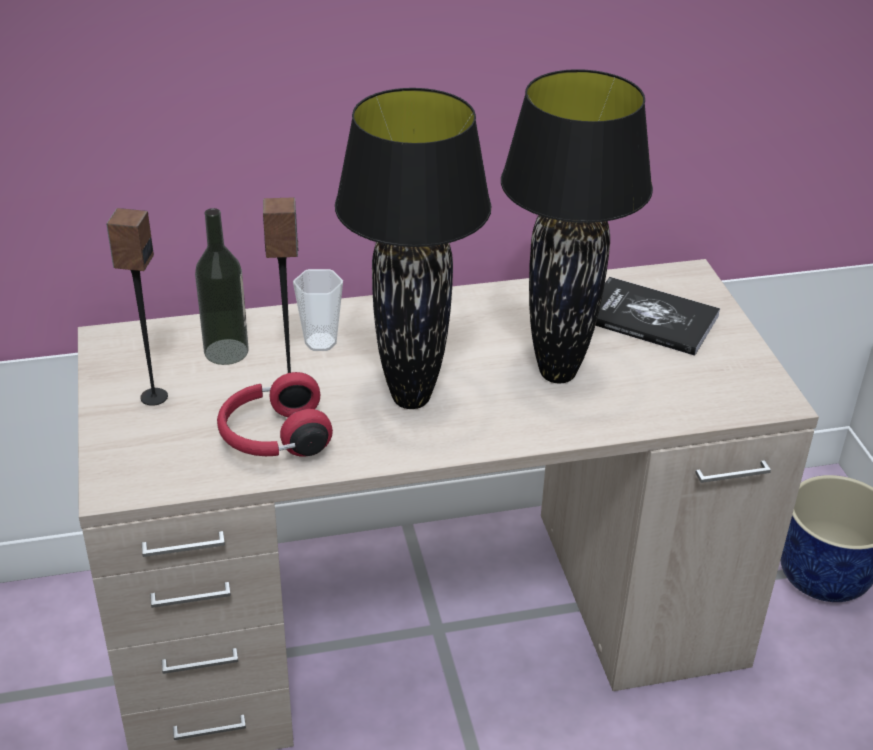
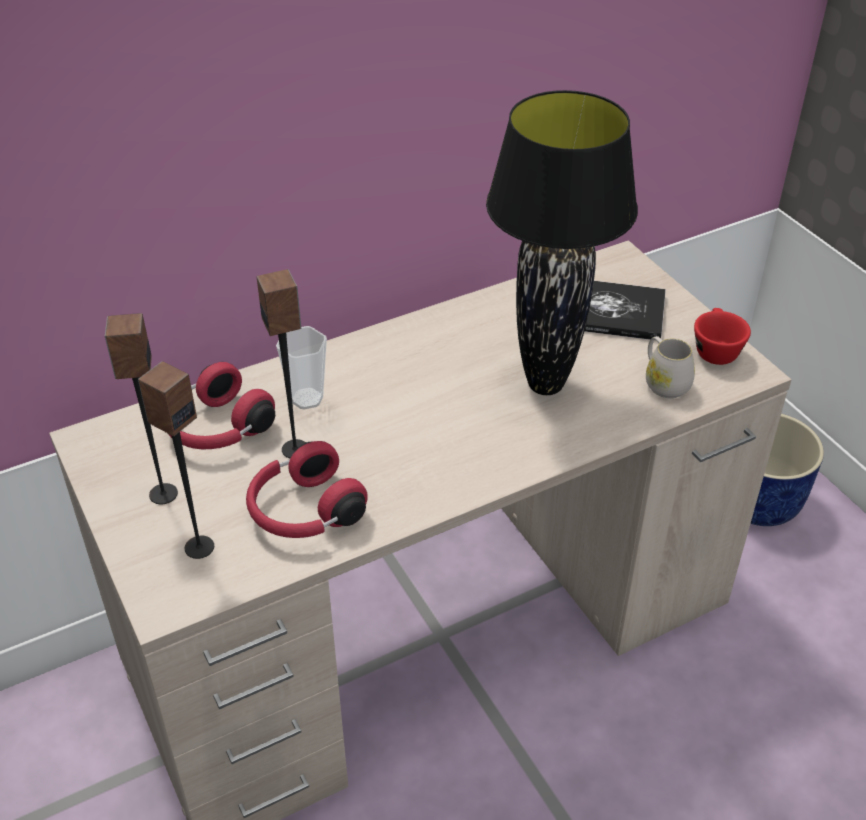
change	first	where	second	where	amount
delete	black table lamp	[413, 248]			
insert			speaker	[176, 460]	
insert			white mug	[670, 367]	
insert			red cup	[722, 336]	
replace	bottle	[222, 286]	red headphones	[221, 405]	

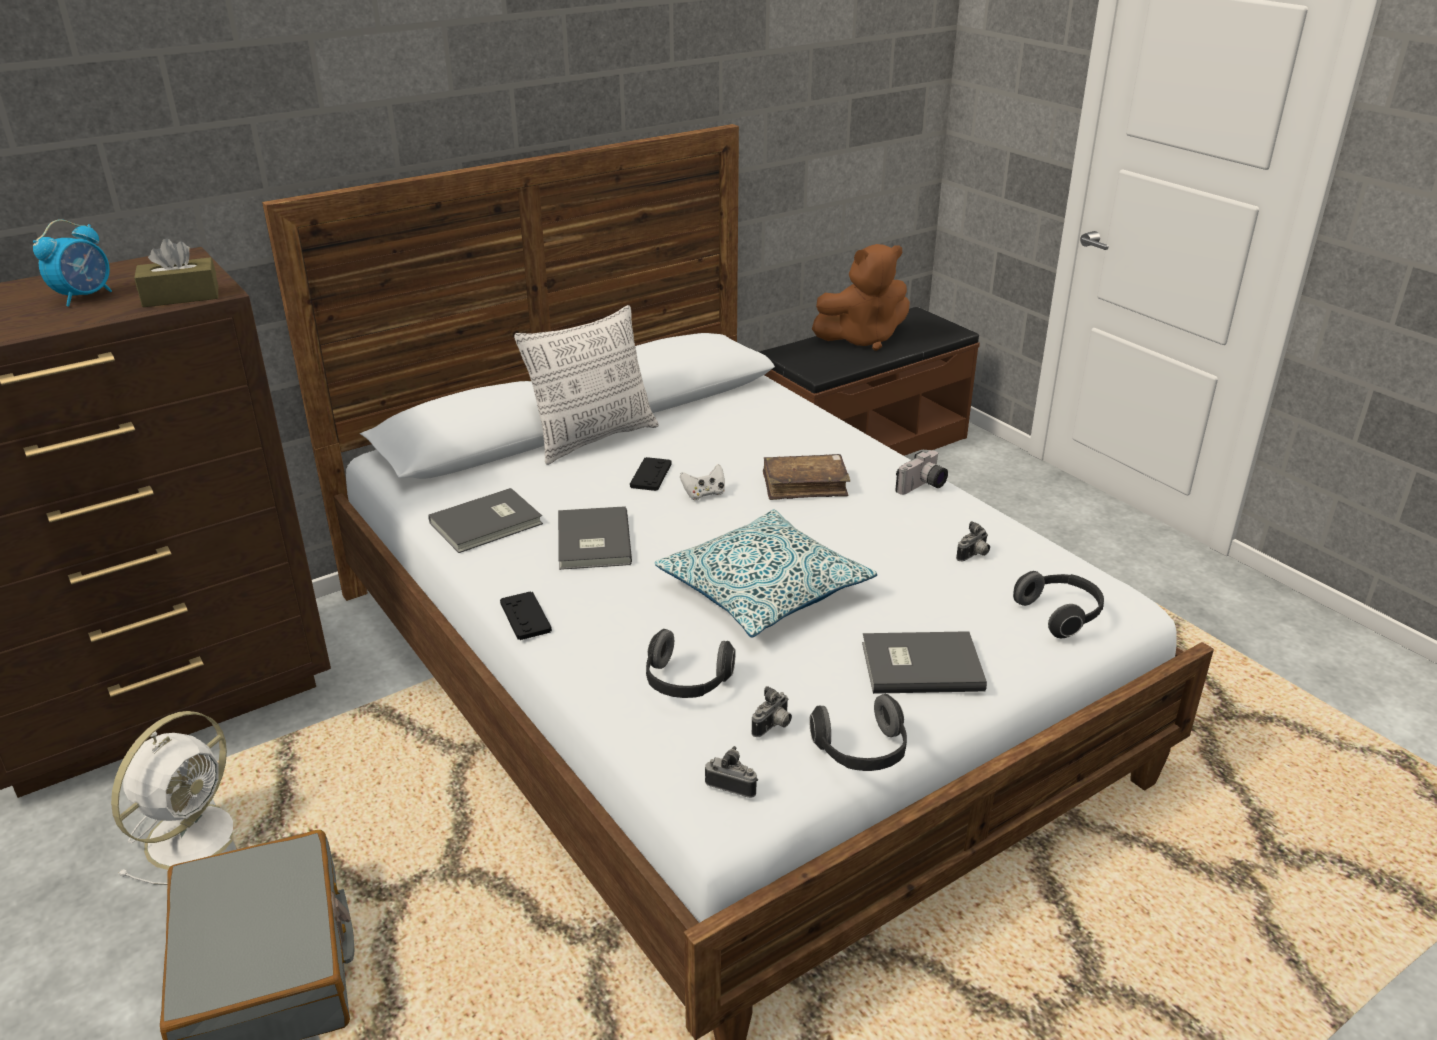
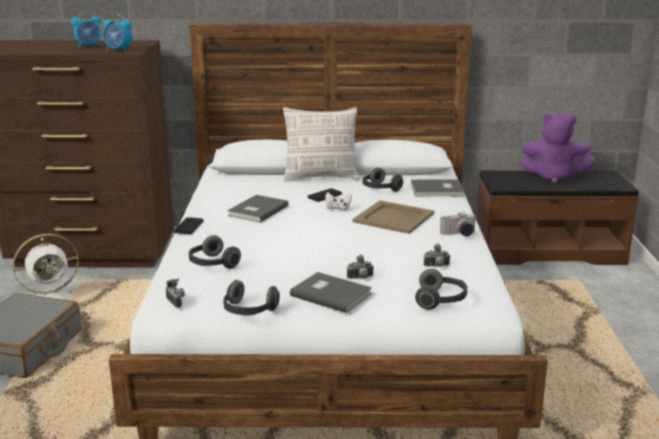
change	first	where	second	where	amount
delete	pillow	[765, 573]			
insert			headphones	[383, 179]	
move	grey book	[485, 520]		[437, 187]	
move	photo camera	[772, 711]		[360, 267]	
replace	brown tissue box	[176, 272]	alarm clock	[117, 33]	
replace	brown book	[806, 477]	beige tray	[393, 217]	
recolor	brown plush toy	[861, 297]	purple plush toy	[558, 148]	

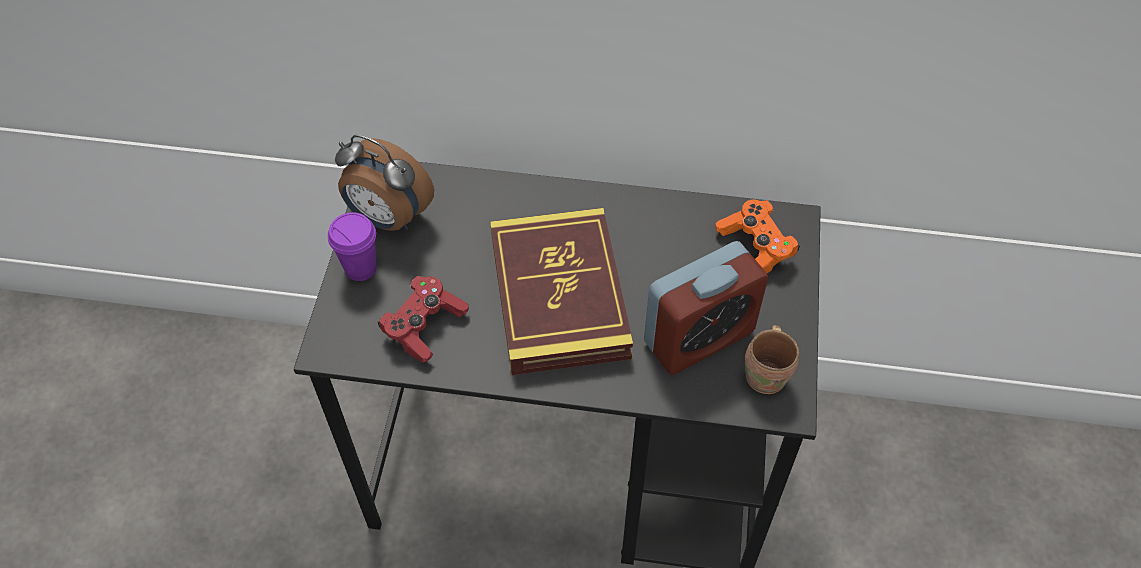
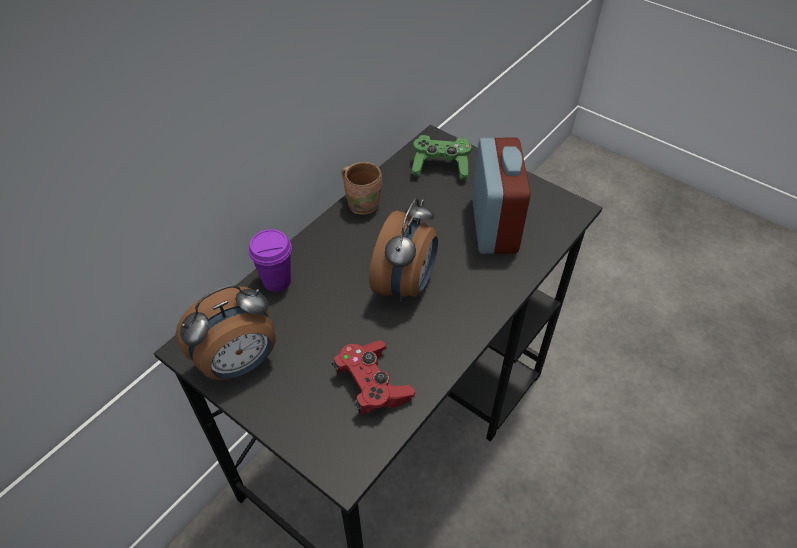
change	first	where	second	where	amount
move	purple cup	[352, 246]		[270, 260]	
move	brown mug	[772, 359]		[361, 188]	
replace	book	[561, 291]	alarm clock	[403, 250]	
recolor	orange game controller	[757, 236]	green game controller	[441, 157]	

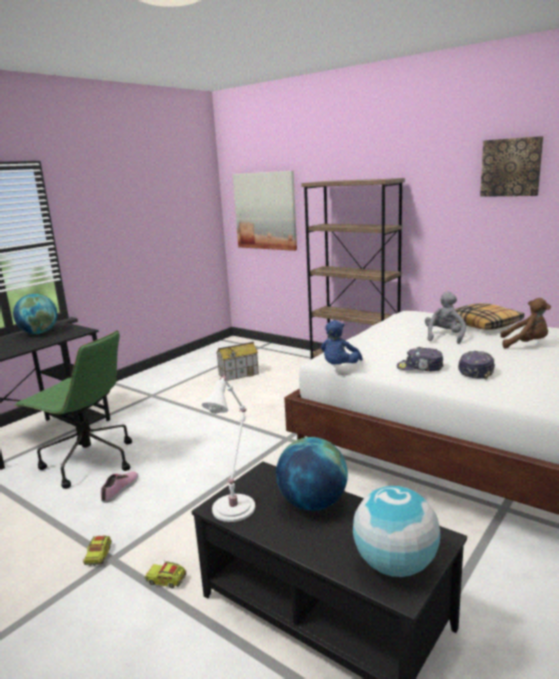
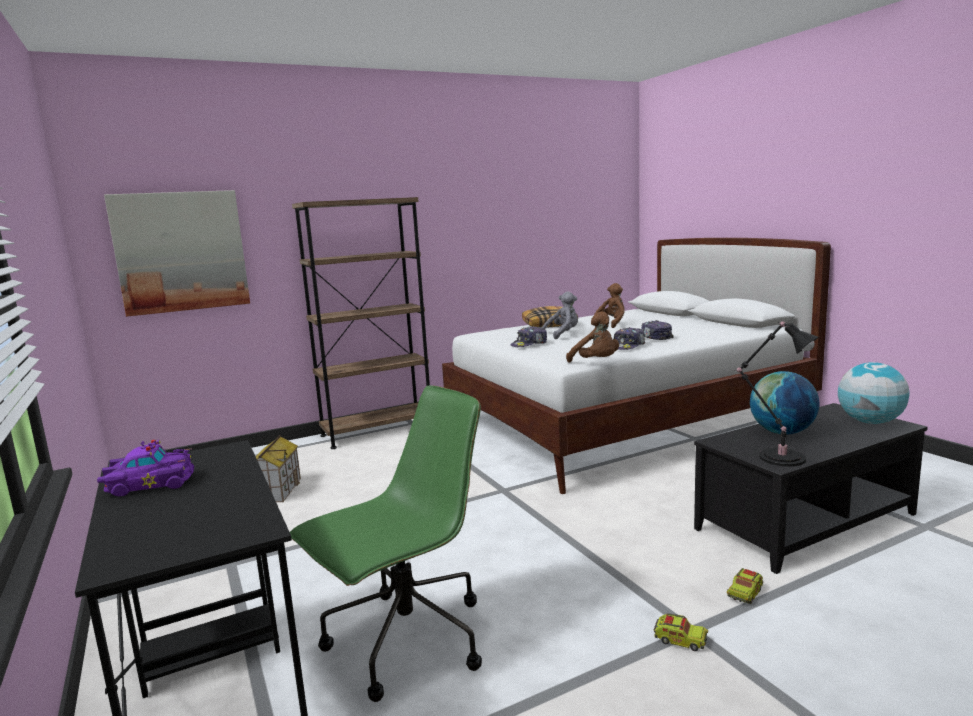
change	first	where	second	where	amount
delete	shoe	[119, 487]			
delete	picture	[511, 166]			
insert			cap	[528, 336]	
replace	globe	[35, 314]	purple toy car	[145, 468]	
recolor	white table lamp	[228, 448]	black table lamp	[776, 394]	
recolor	blue plush toy	[342, 342]	brown plush toy	[592, 337]	
rotate	grey plush toy	[445, 317]		[559, 315]	105 degrees clockwise

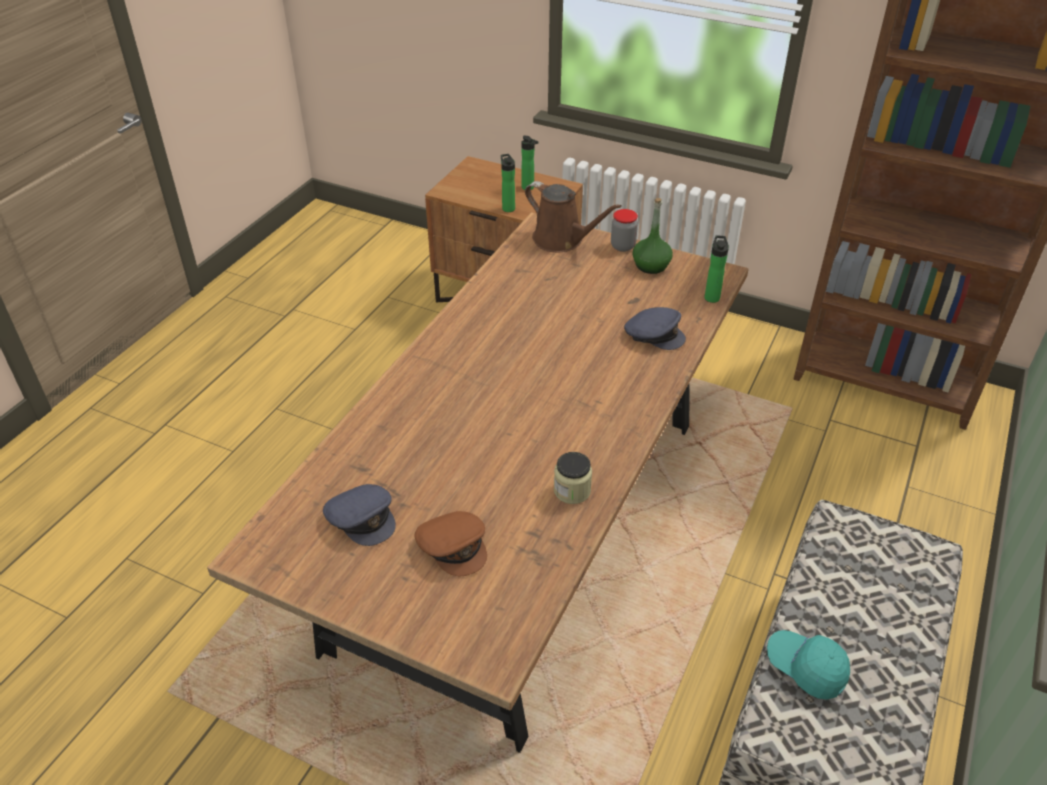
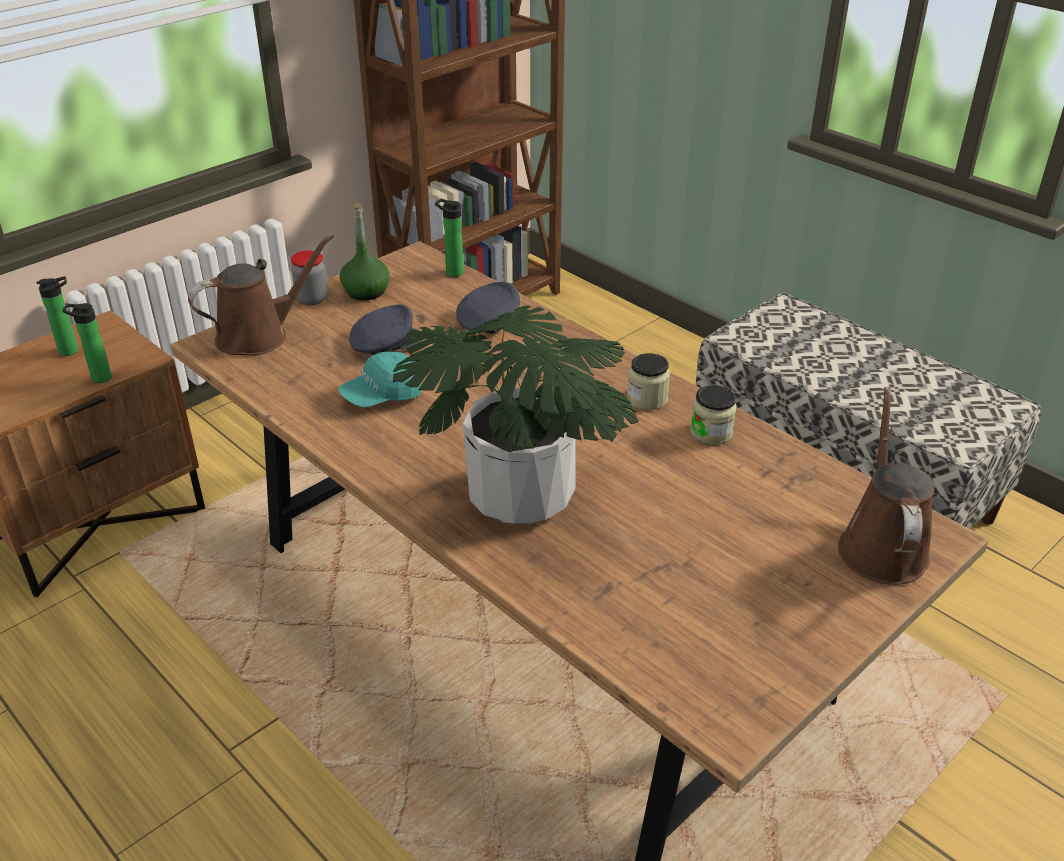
change	first	where	second	where	amount
delete	brown cap	[450, 543]			
insert			potted plant	[516, 415]	
insert			jar	[648, 381]	
insert			brown watering can	[886, 486]	
move	grey cap	[359, 515]		[386, 330]	
move	turquoise cap	[808, 665]		[380, 379]	

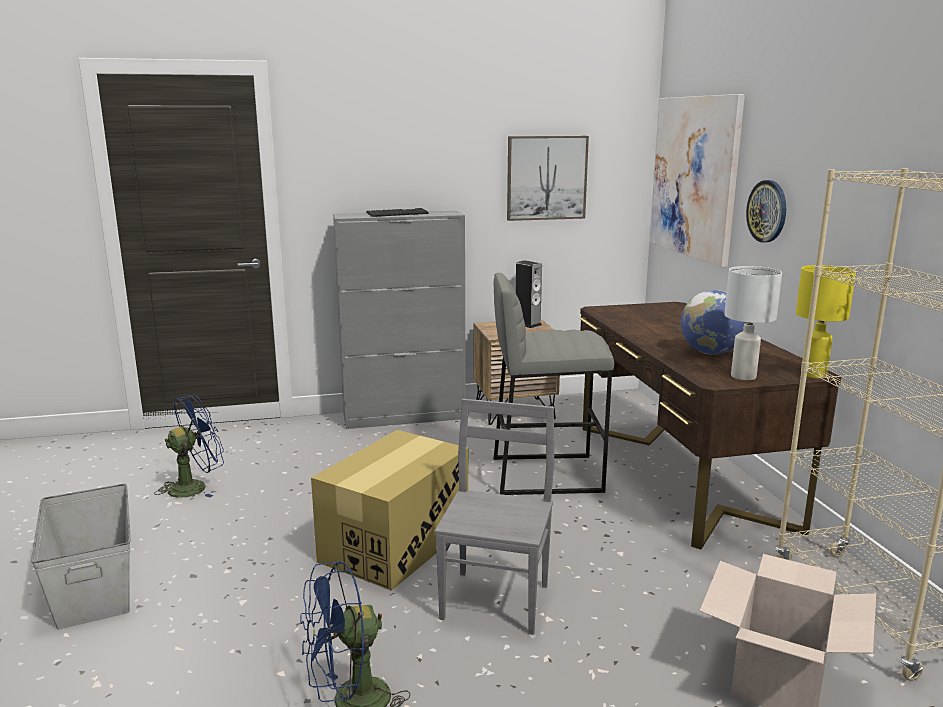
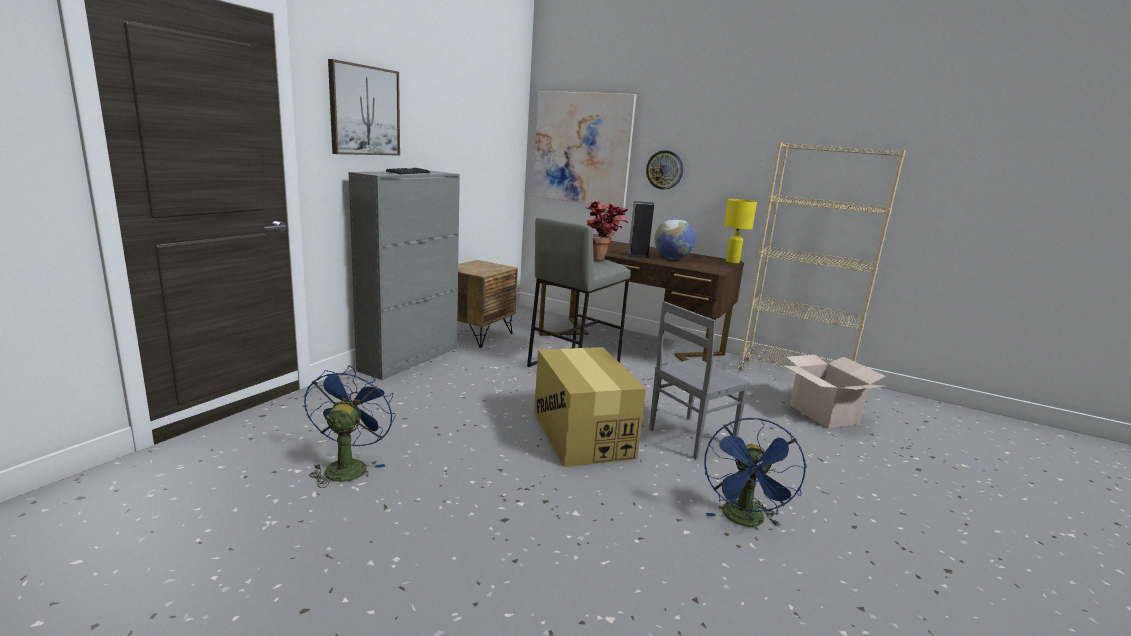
change	first	where	second	where	amount
delete	grey storage box	[81, 557]			
delete	white table lamp	[753, 323]			
insert			potted plant	[607, 231]	
move	picture	[548, 178]		[364, 107]	
move	speaker	[529, 294]		[640, 229]	
rotate	grey chair	[494, 517]		[699, 380]	90 degrees counterclockwise

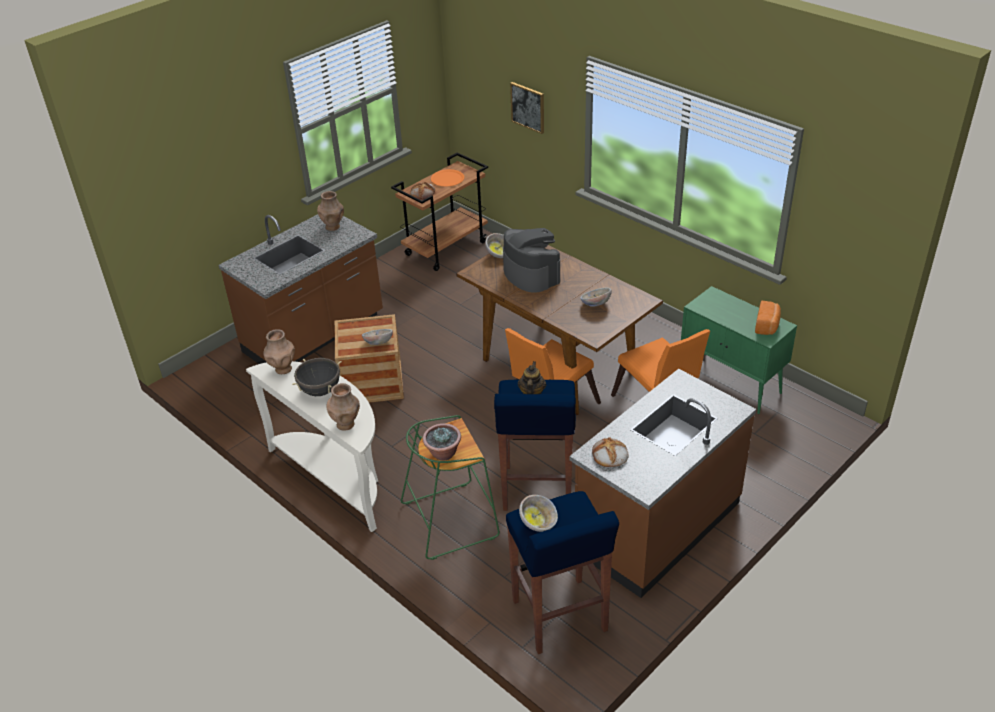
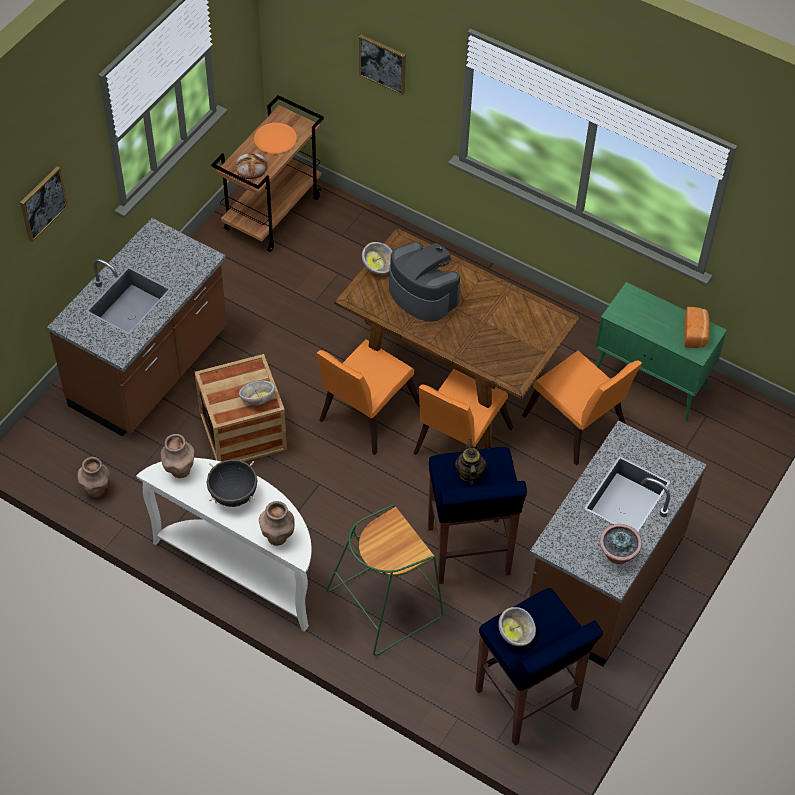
change	first	where	second	where	amount
delete	bowl	[596, 297]			
delete	bread	[610, 452]			
insert			picture	[44, 204]	
insert			orange chair	[368, 397]	
move	brown vase	[330, 211]		[94, 477]	
move	potted plant	[442, 442]		[621, 544]	

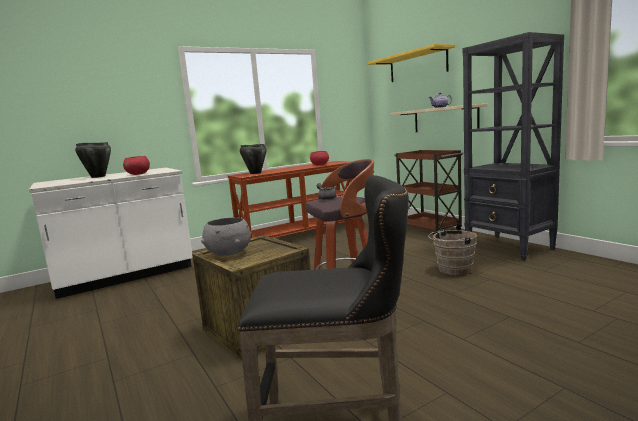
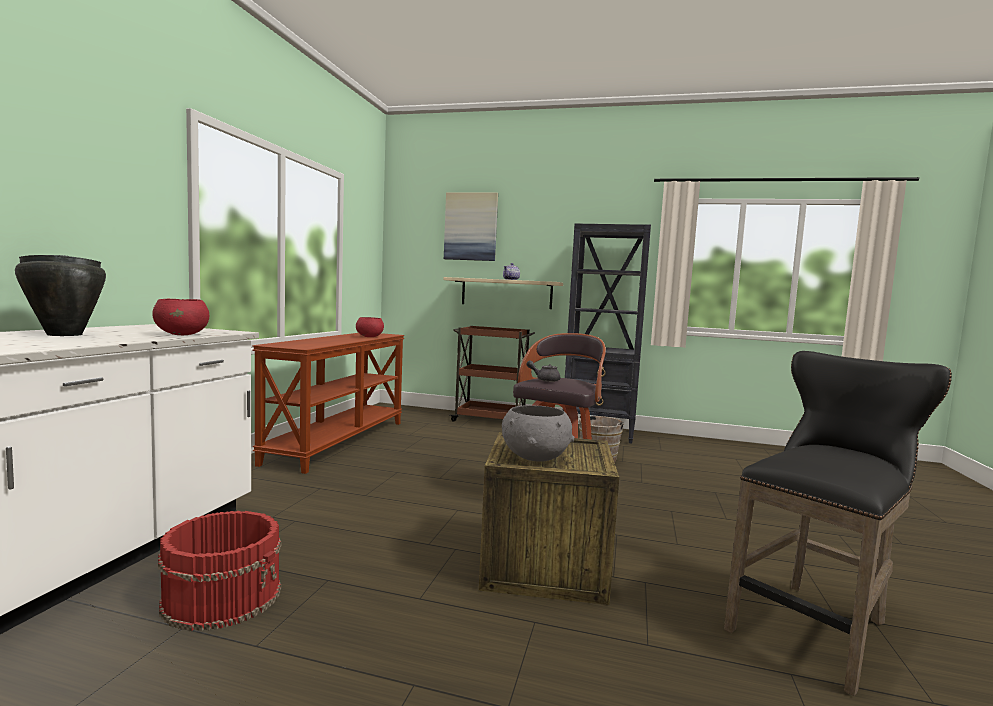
change	first	where	second	where	amount
delete	black cooking pot	[253, 159]			
insert			red bucket	[219, 571]	
replace	yellow shelf	[411, 63]	picture	[471, 227]	

